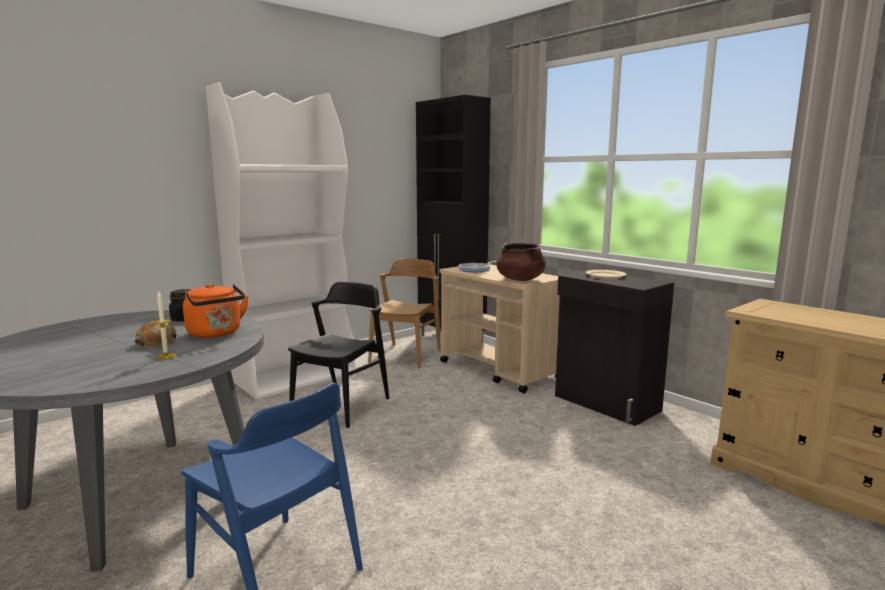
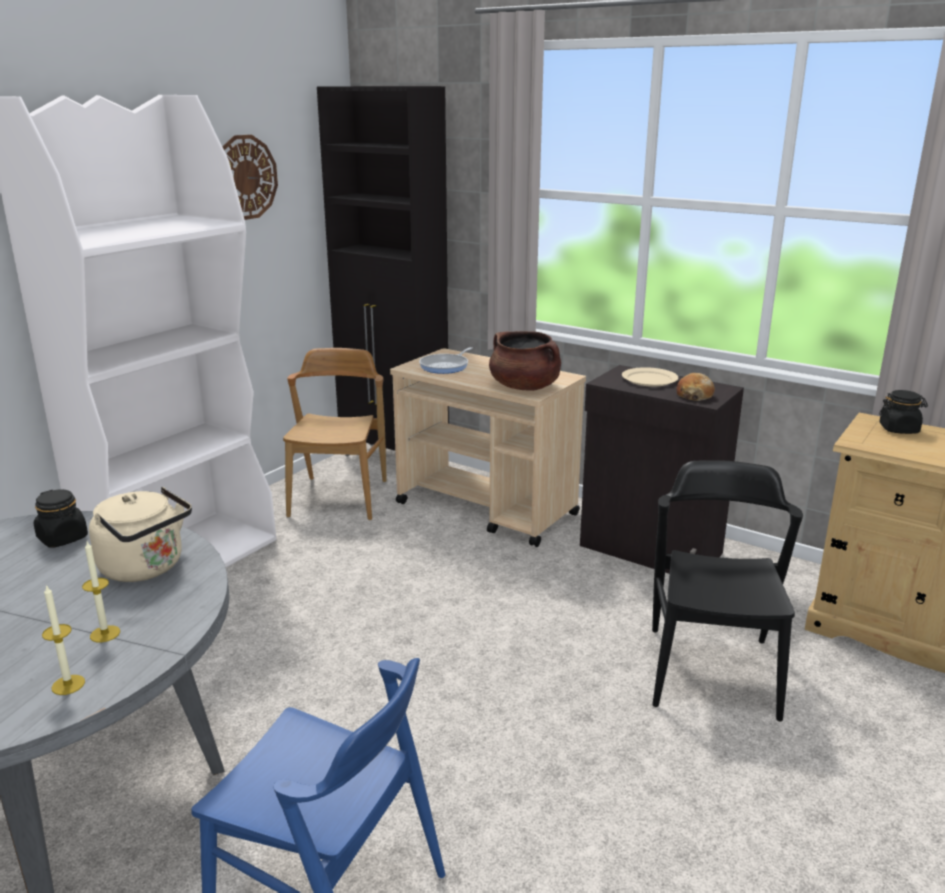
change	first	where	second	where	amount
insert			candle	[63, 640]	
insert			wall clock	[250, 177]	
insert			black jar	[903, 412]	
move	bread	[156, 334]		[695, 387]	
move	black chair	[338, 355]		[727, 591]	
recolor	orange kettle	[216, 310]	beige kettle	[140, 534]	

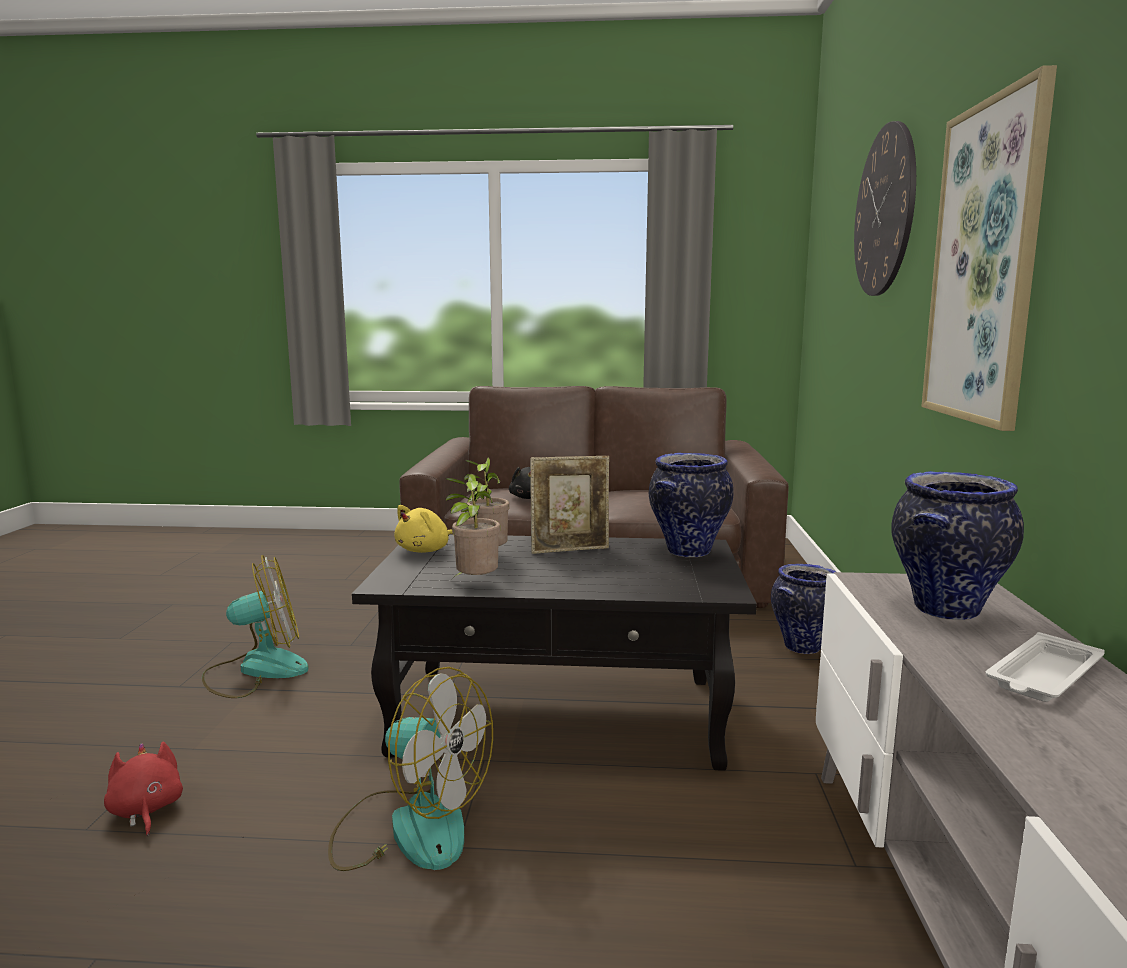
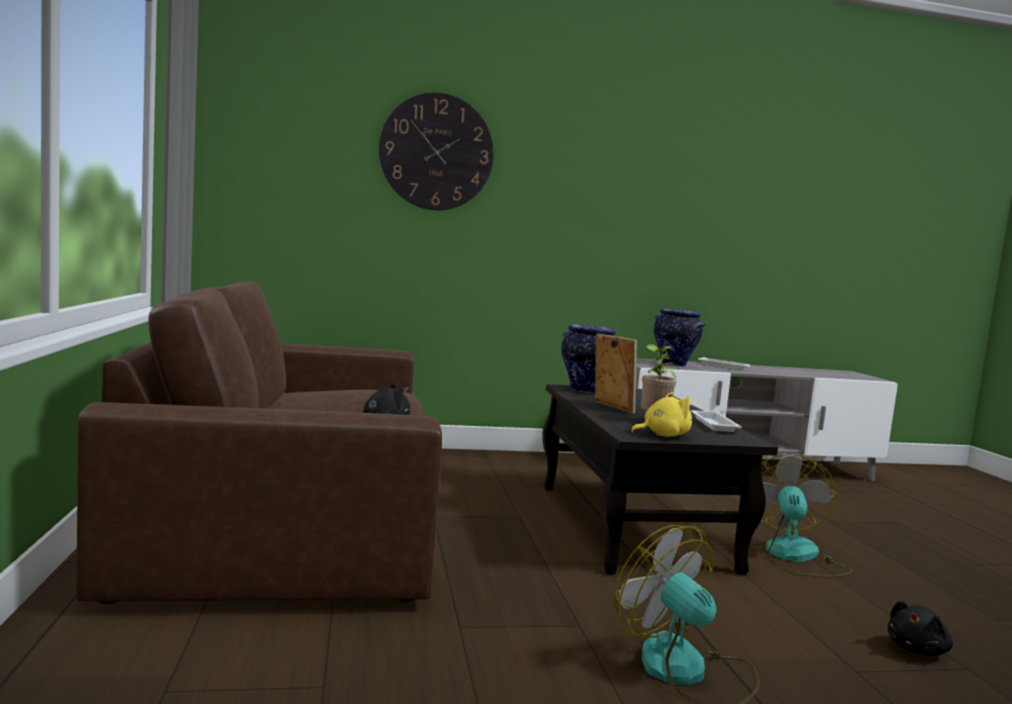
change	first	where	second	where	amount
delete	vase	[803, 609]			
delete	picture	[989, 248]			
replace	potted plant	[473, 527]	white tray	[716, 421]	
recolor	red plush toy	[143, 788]	black plush toy	[920, 628]	
rotate	yellow plush toy	[424, 529]		[661, 414]	45 degrees counterclockwise

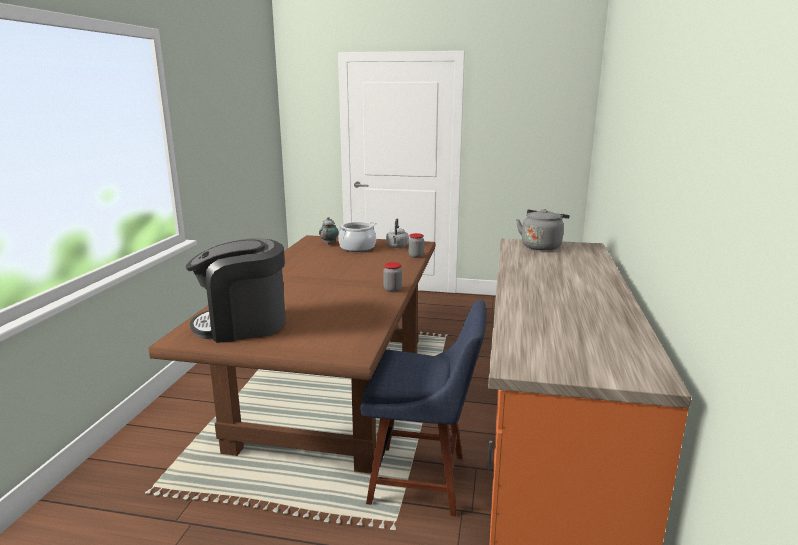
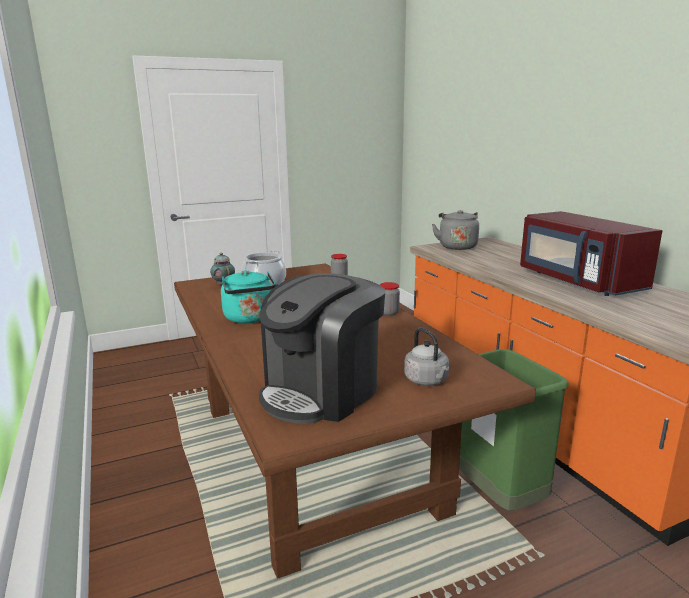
change	first	where	second	where	amount
insert			turquoise kettle	[251, 296]	
insert			red microwave	[591, 253]	
move	grey kettle	[397, 233]		[426, 357]	
replace	blue chair	[423, 408]	green trash can	[514, 430]	

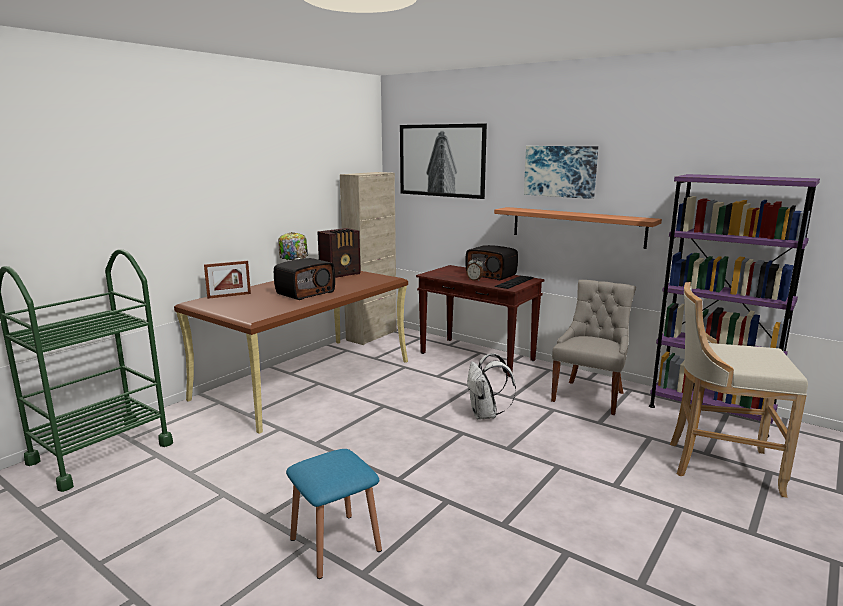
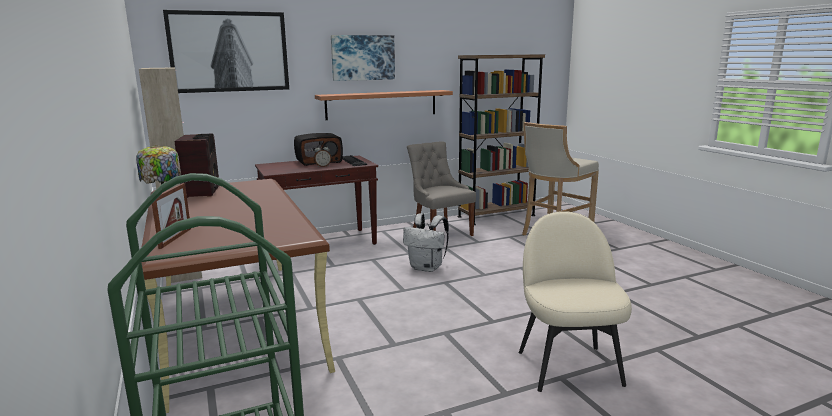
change	first	where	second	where	amount
delete	radio	[304, 279]			
replace	blue stool	[334, 514]	beige chair	[575, 301]	
recolor	purple bookcase	[734, 305]	brown bookcase	[501, 139]	

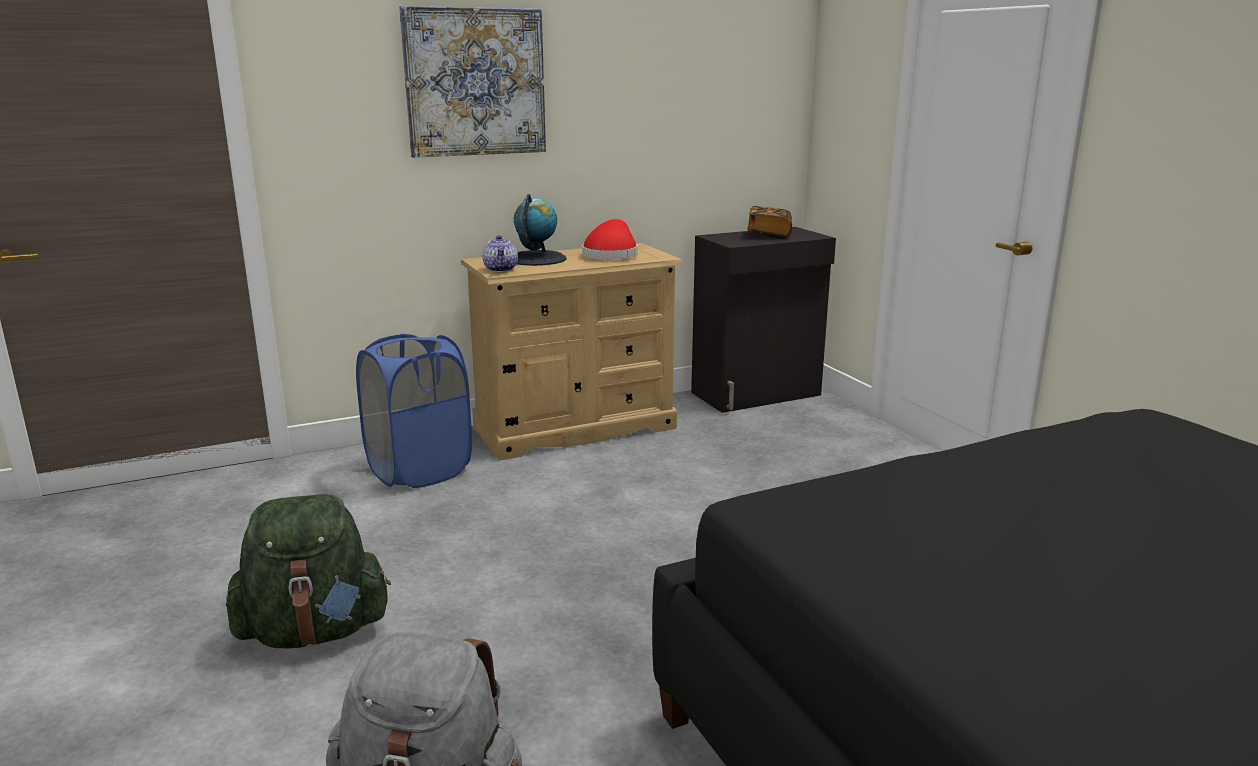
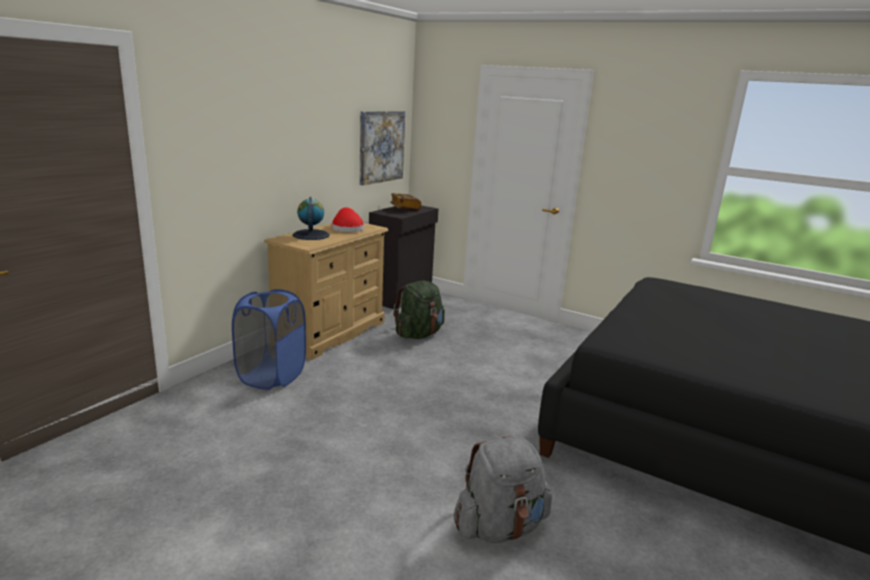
change	first	where	second	where	amount
delete	teapot	[500, 253]			
move	green backpack	[308, 571]		[419, 310]	
move	picture	[472, 82]		[382, 148]	

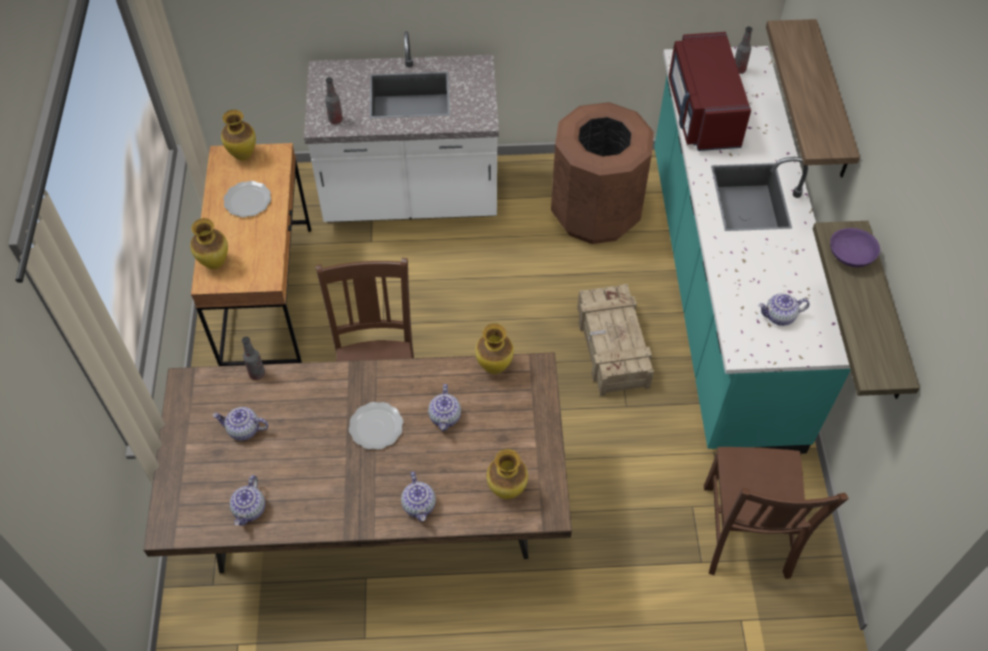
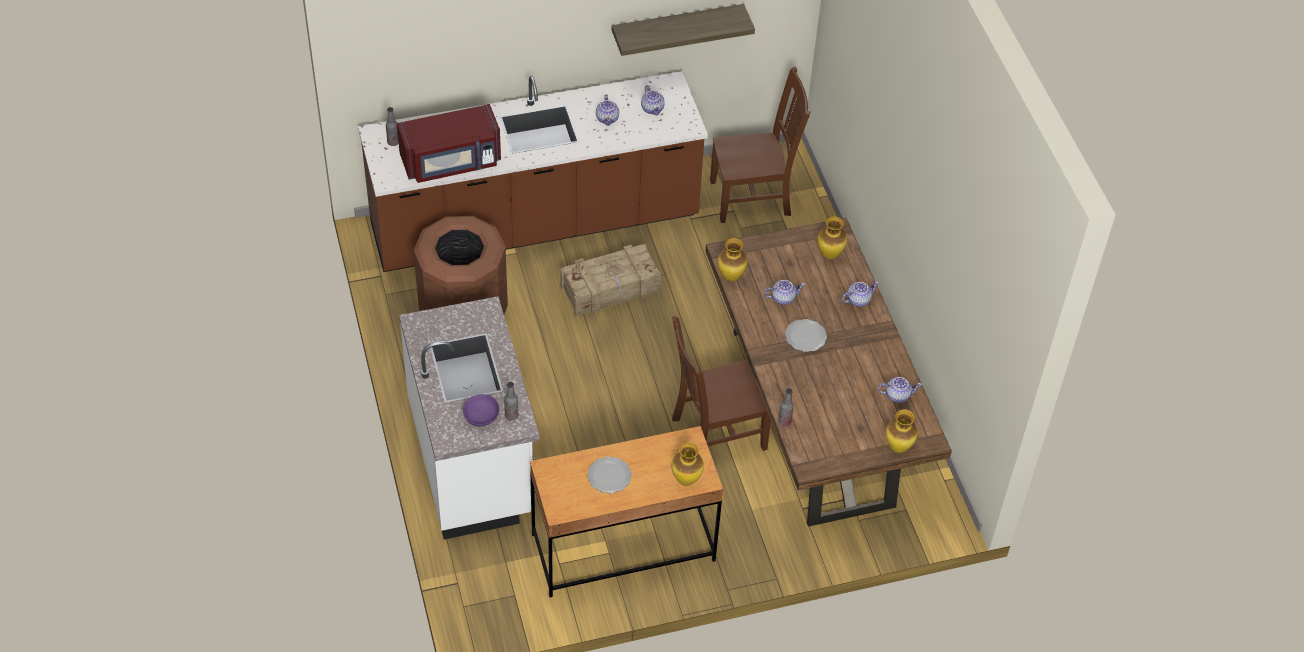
change	first	where	second	where	amount
delete	shelf	[813, 98]			
move	teapot	[240, 424]		[607, 110]	
move	vase	[238, 135]		[902, 431]	
move	purple bowl	[855, 247]		[481, 410]	
recolor	turquoise counter	[752, 250]	brown counter	[533, 171]	

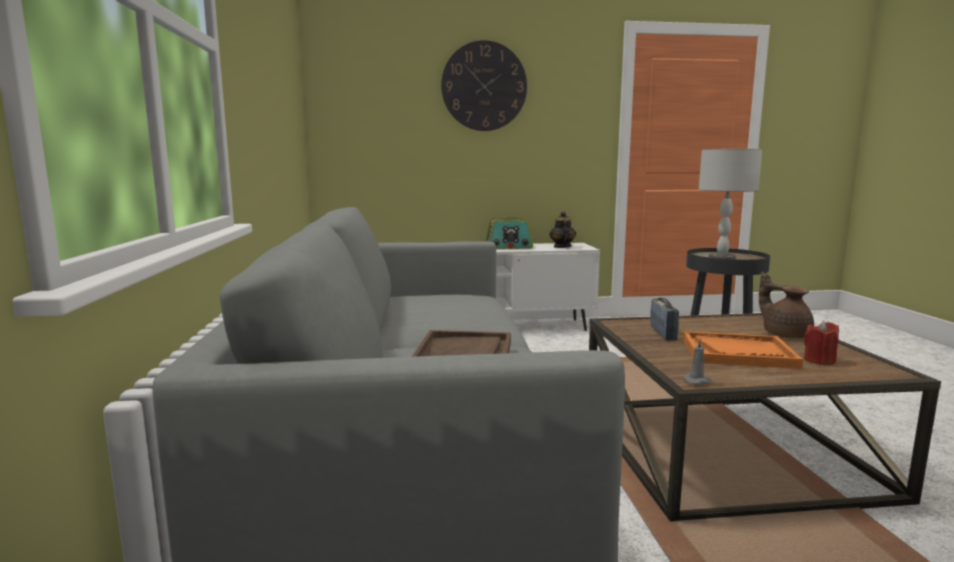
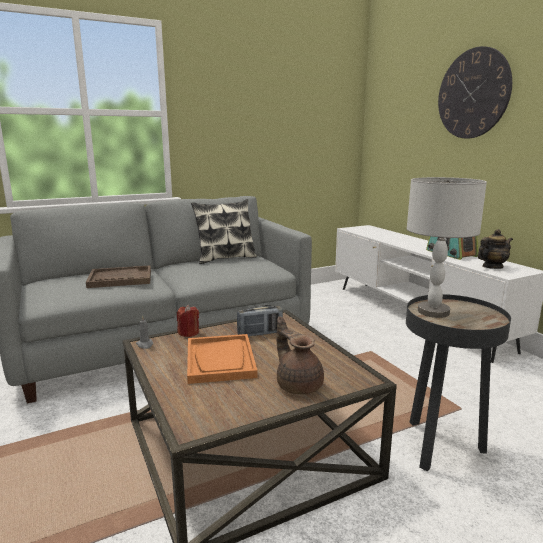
change	first	where	second	where	amount
insert			pillow	[224, 231]	
move	red candle	[821, 343]		[188, 321]	
rotate	brown teapot	[786, 305]		[300, 356]	75 degrees counterclockwise

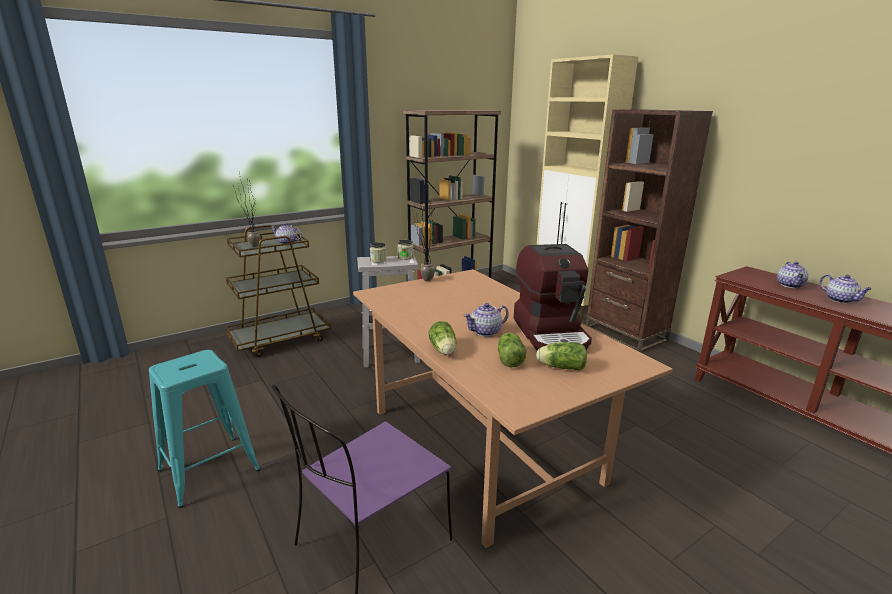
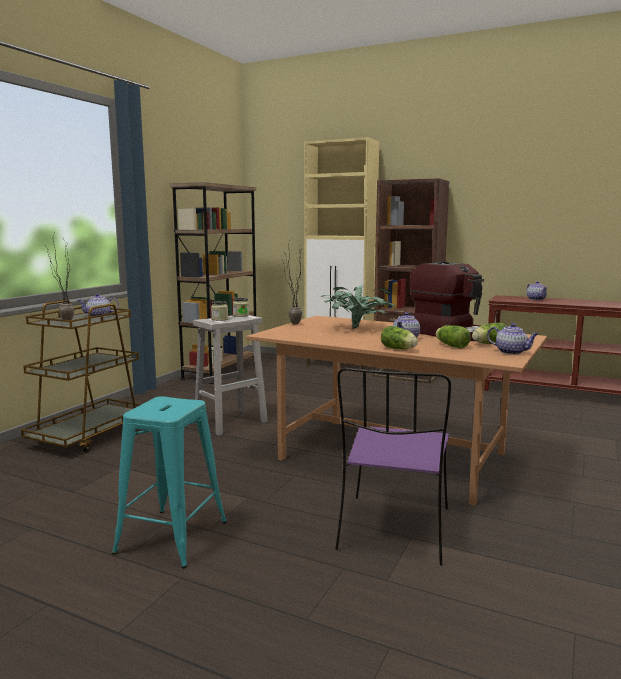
change	first	where	second	where	amount
insert			potted plant	[358, 307]	
move	teapot	[846, 288]		[513, 339]	

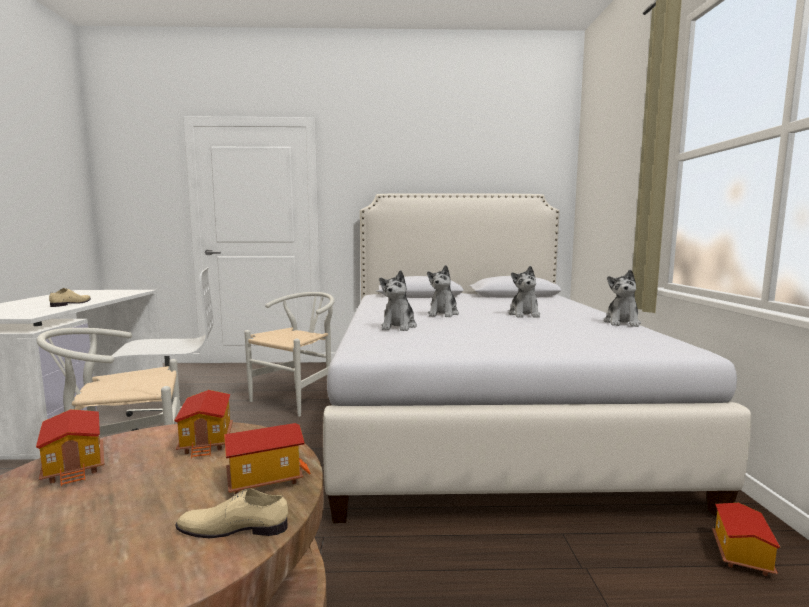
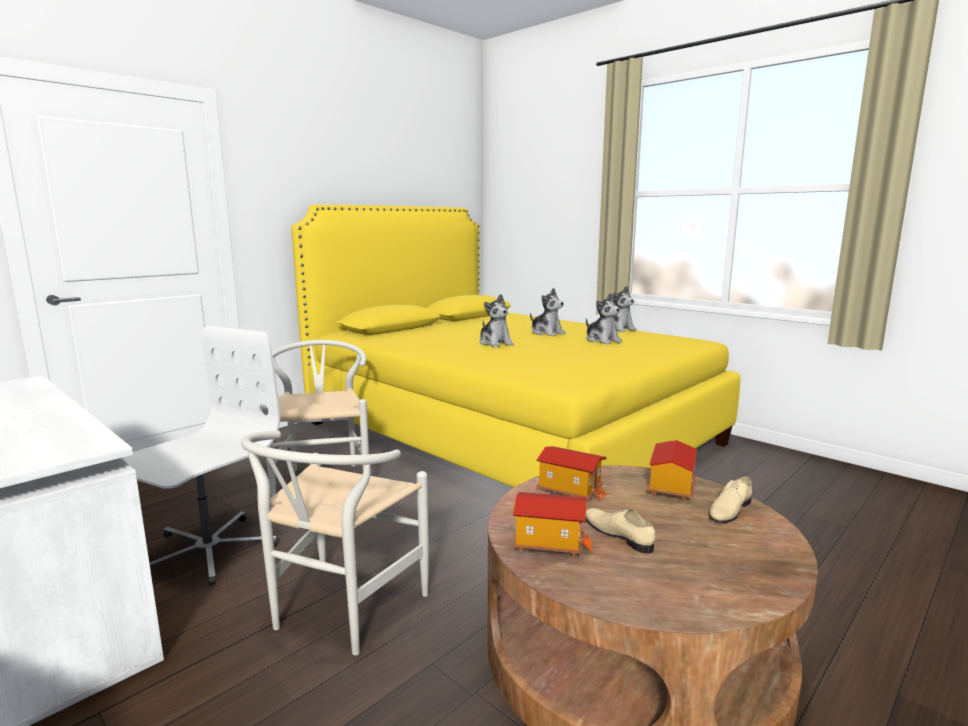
change	first	where	second	where	amount
delete	toy house	[746, 539]			
move	beige shoe	[70, 297]		[620, 531]	
move	plush toy	[398, 300]		[604, 318]	
recolor	white bed	[537, 358]	yellow bed	[515, 346]	

